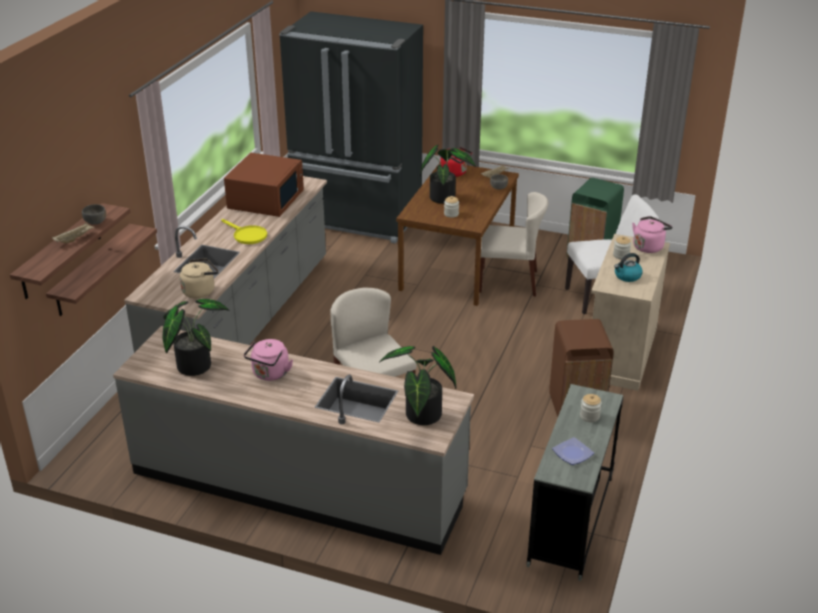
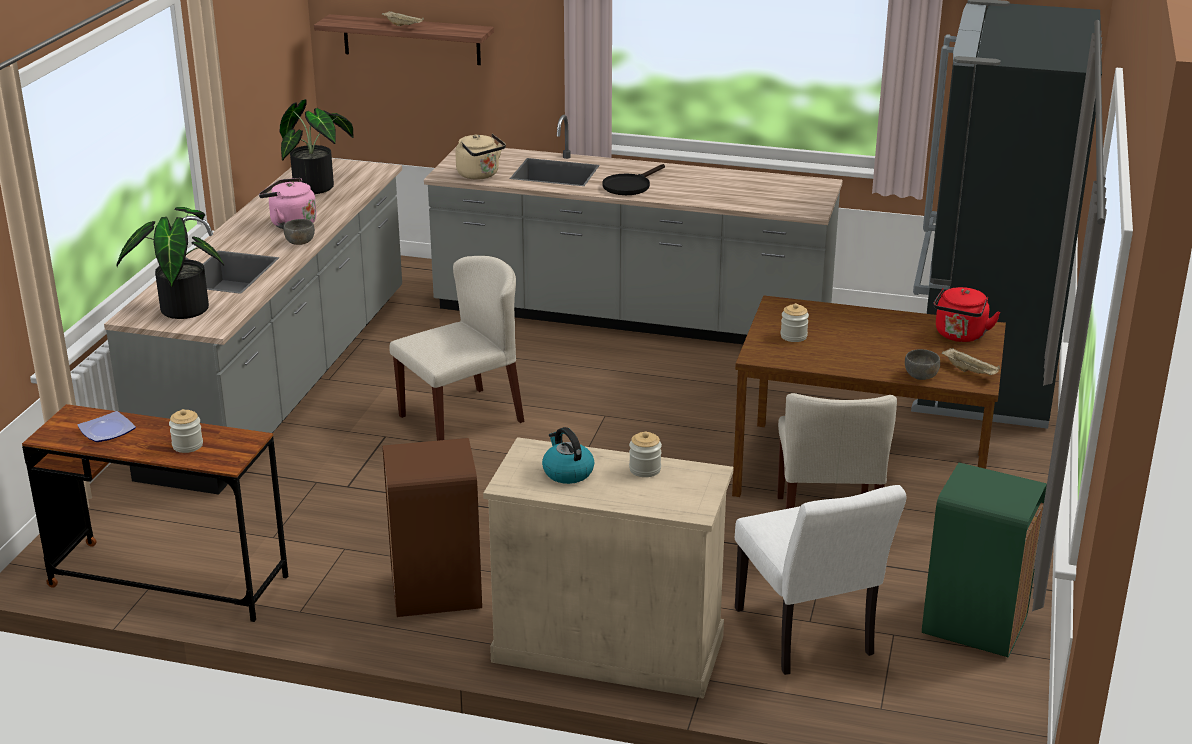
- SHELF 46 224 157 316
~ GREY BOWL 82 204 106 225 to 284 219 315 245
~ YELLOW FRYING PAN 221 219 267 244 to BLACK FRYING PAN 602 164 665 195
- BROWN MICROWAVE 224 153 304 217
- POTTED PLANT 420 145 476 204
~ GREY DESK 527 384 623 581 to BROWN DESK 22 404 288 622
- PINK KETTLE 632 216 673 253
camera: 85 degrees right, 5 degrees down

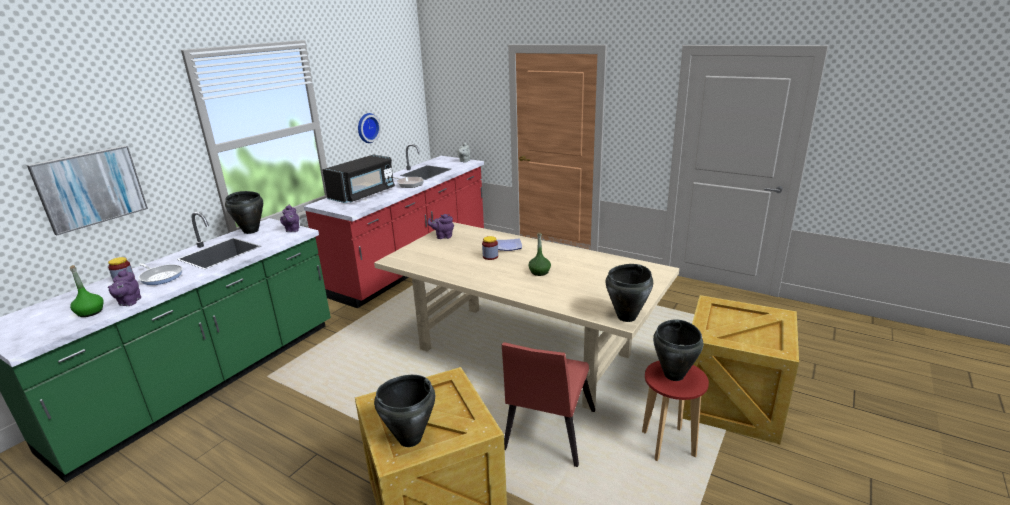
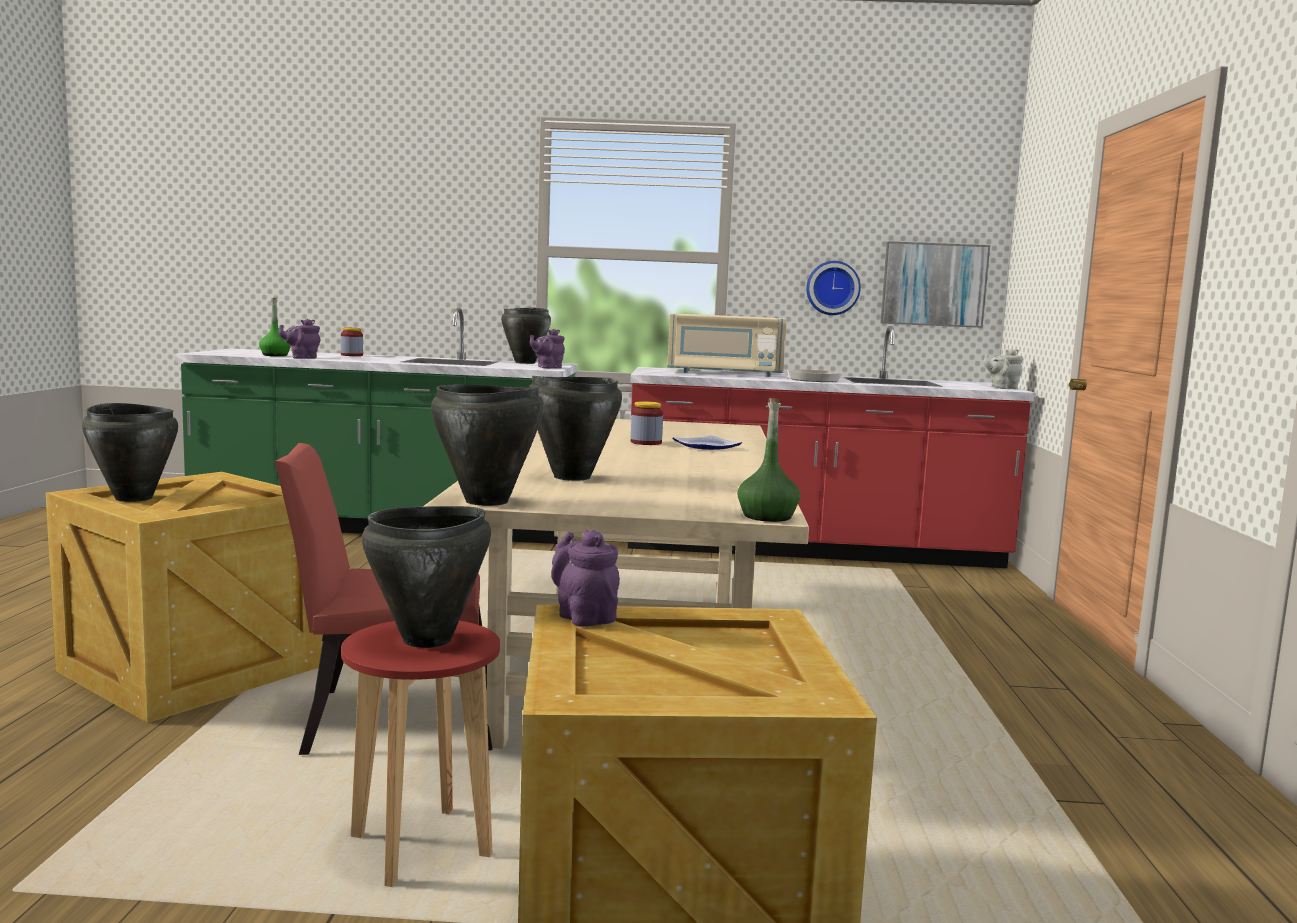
~ PICTURE 27 146 148 235 to 880 241 990 328
- FRYING PAN 139 263 182 285
~ BLACK MICROWAVE 322 155 395 203 to BEIGE MICROWAVE 668 314 787 377
~ PURPLE TEAPOT 428 214 454 239 to 551 530 620 627
~ GREEN BOTTLE 529 233 551 276 to 737 398 800 522
+ BLACK COOKING POT 529 376 622 481
camera: 60 degrees right, 15 degrees down

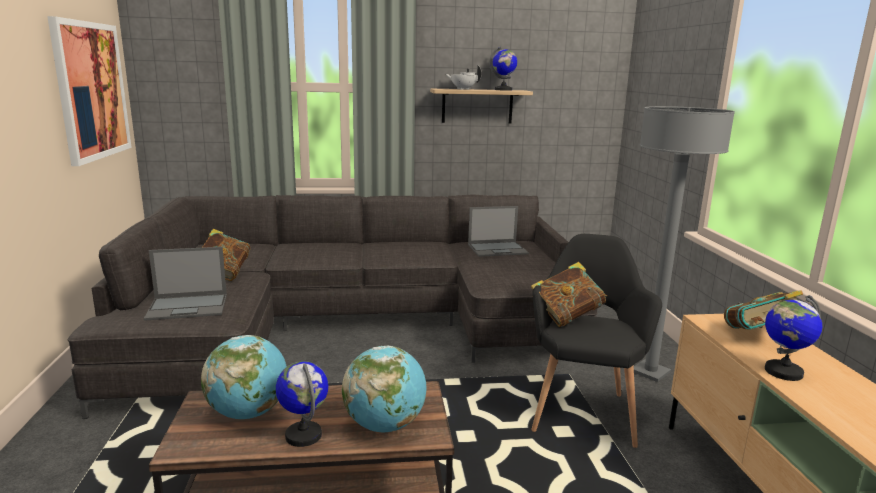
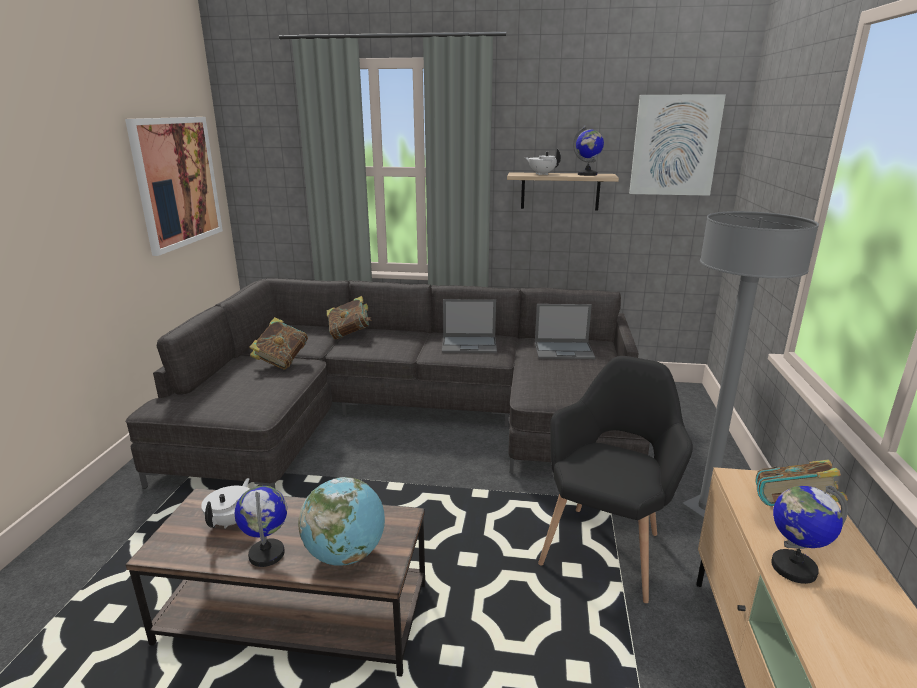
~ LAPTOP 144 247 227 321 to 442 299 497 353
~ GLOBE 201 335 287 419 to WHITE TEAPOT 201 478 249 529
~ BOOK 531 262 607 327 to 327 296 372 340
+ PICTURE 629 95 726 196
camera: 15 degrees right, 5 degrees up

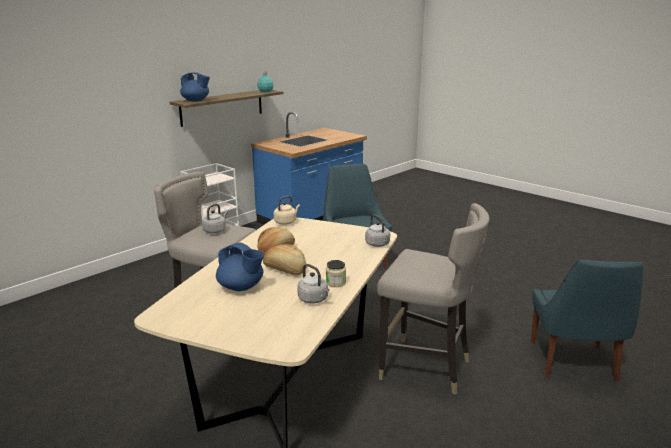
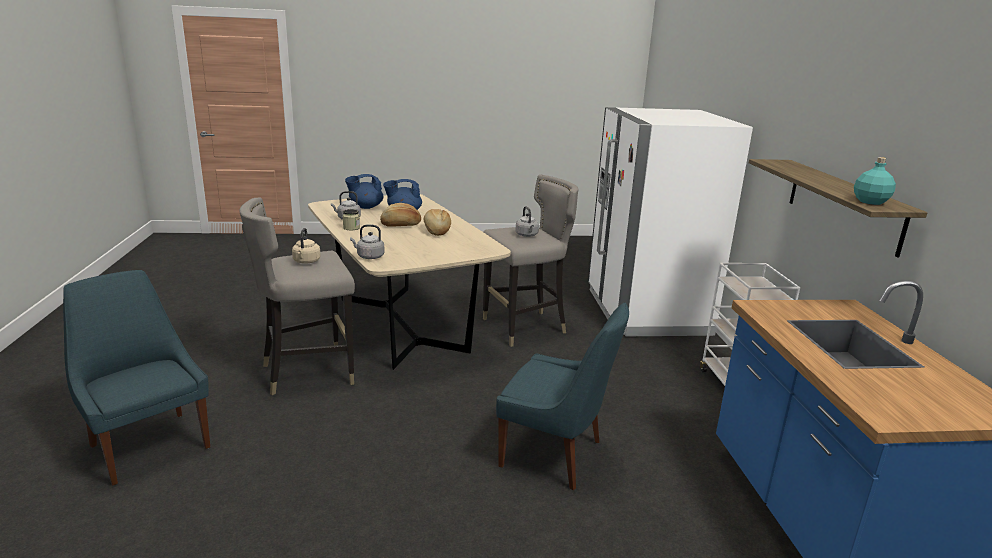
~ BLUE TEAPOT 180 72 210 102 to 345 174 383 209
~ BEIGE KETTLE 274 196 300 225 to 292 228 321 264
+ WHITE FRIDGE 588 107 753 336
camera: 130 degrees right, 0 degrees up

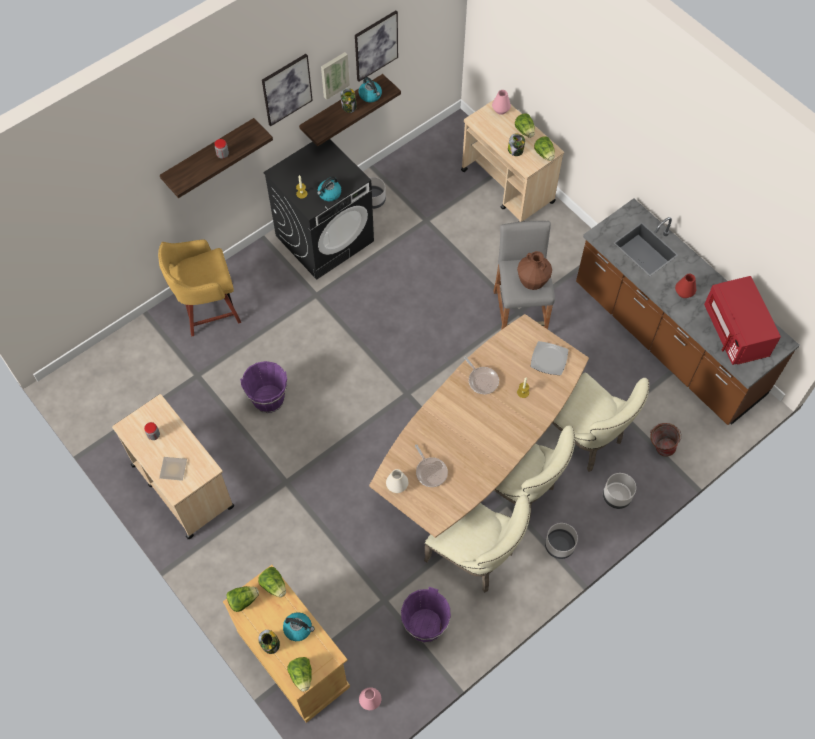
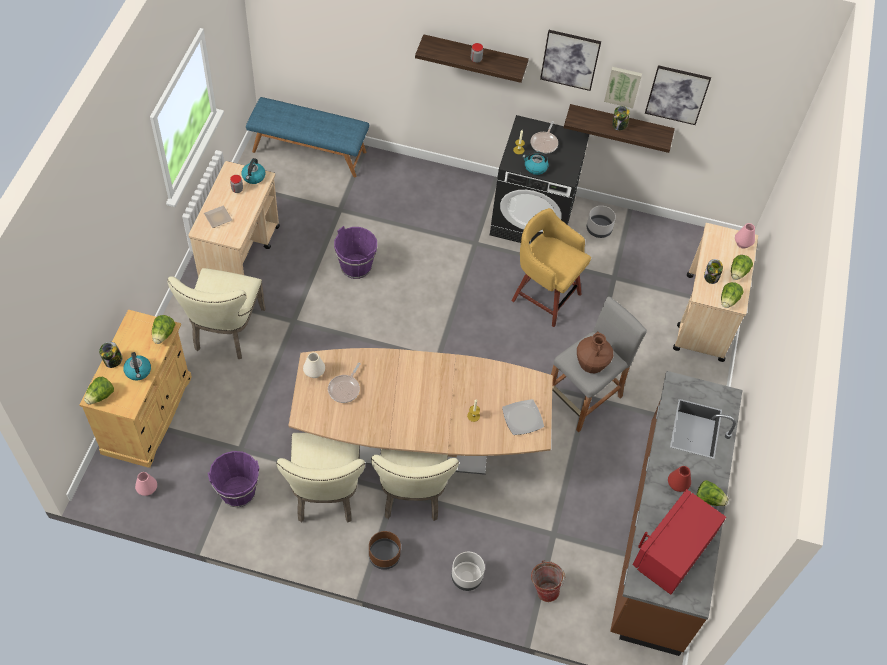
~ YELLOW STOOL 158 239 241 337 to 512 208 591 327
~ LETTUCE 227 586 259 612 to 696 480 729 506
~ KETTLE 359 77 382 102 to 242 158 265 184
~ FRYING PAN 464 357 499 394 to 530 121 558 154
~ GREY PLANTER 545 523 578 559 to BROWN PLANTER 369 531 401 570
~ BEIGE CHAIR 552 373 649 472 to 167 268 266 359
+ BLUE BENCH 246 97 369 177
camera: 50 degrees right, 5 degrees down

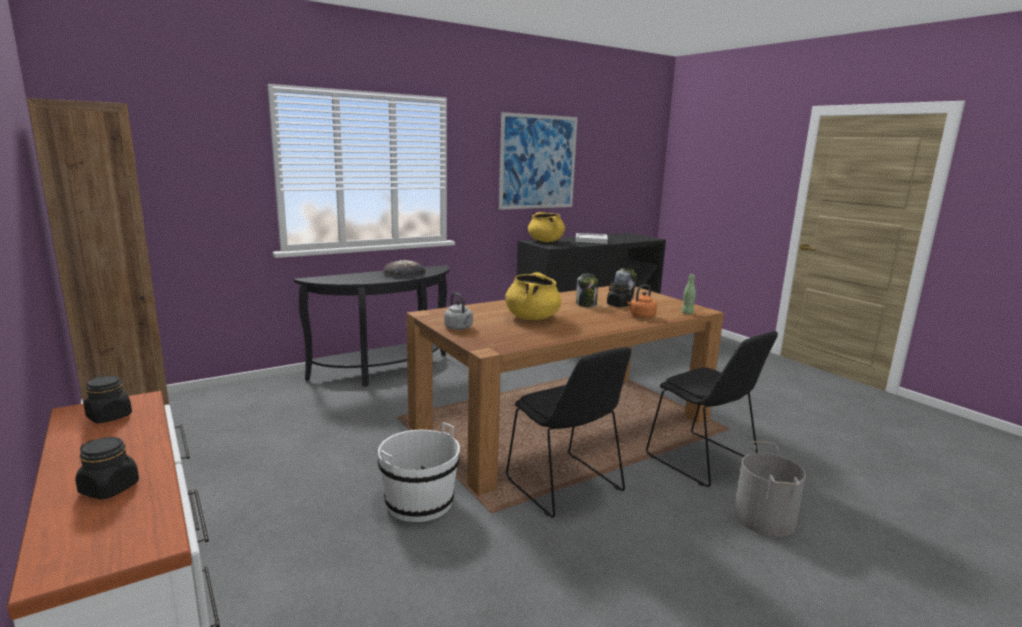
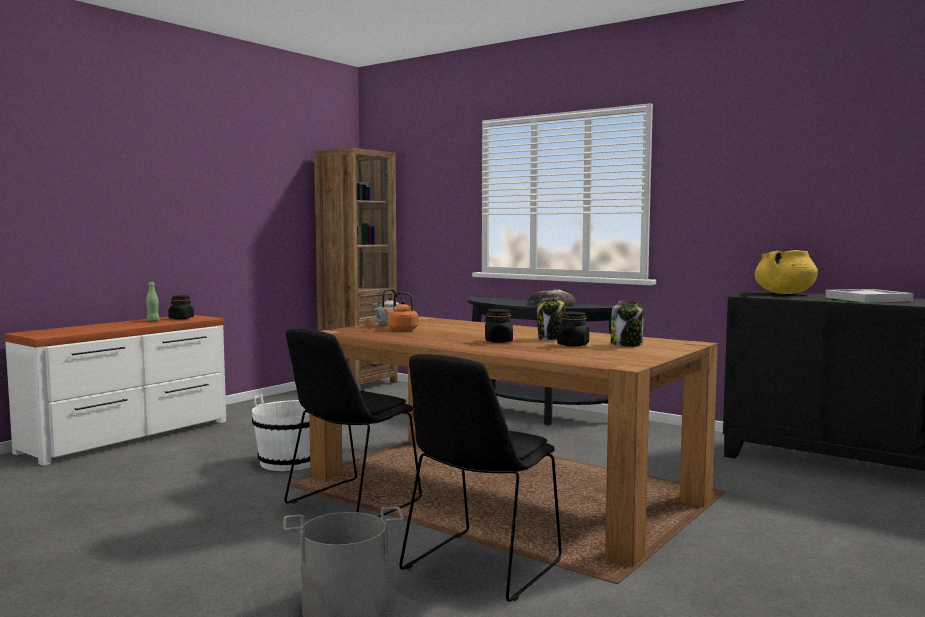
~ BLACK JAR 76 437 139 500 to 485 309 513 343
- PICTURE 499 112 578 210
- YELLOW COOKING POT 505 272 561 320
~ ORANGE KETTLE 627 284 657 318 to 384 292 418 331
~ GREEN BOTTLE 682 274 696 314 to 146 282 160 321
camera: 70 degrees right, 10 degrees down

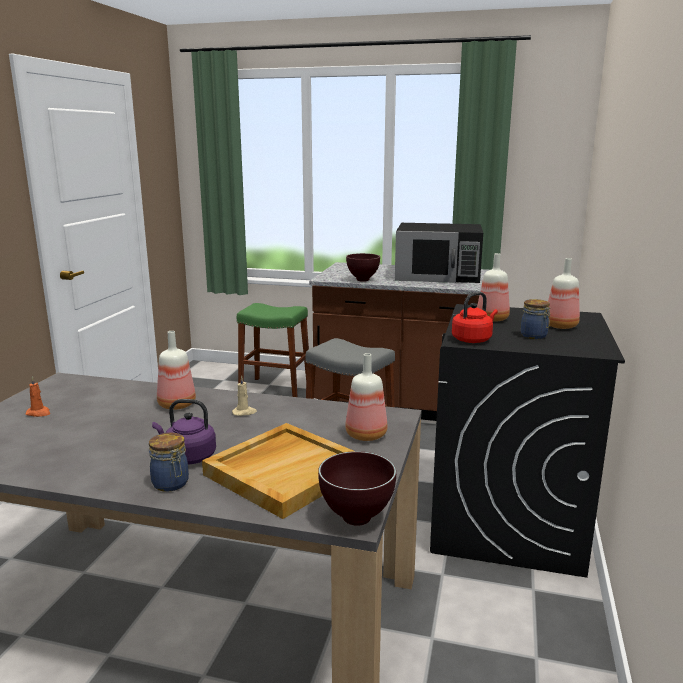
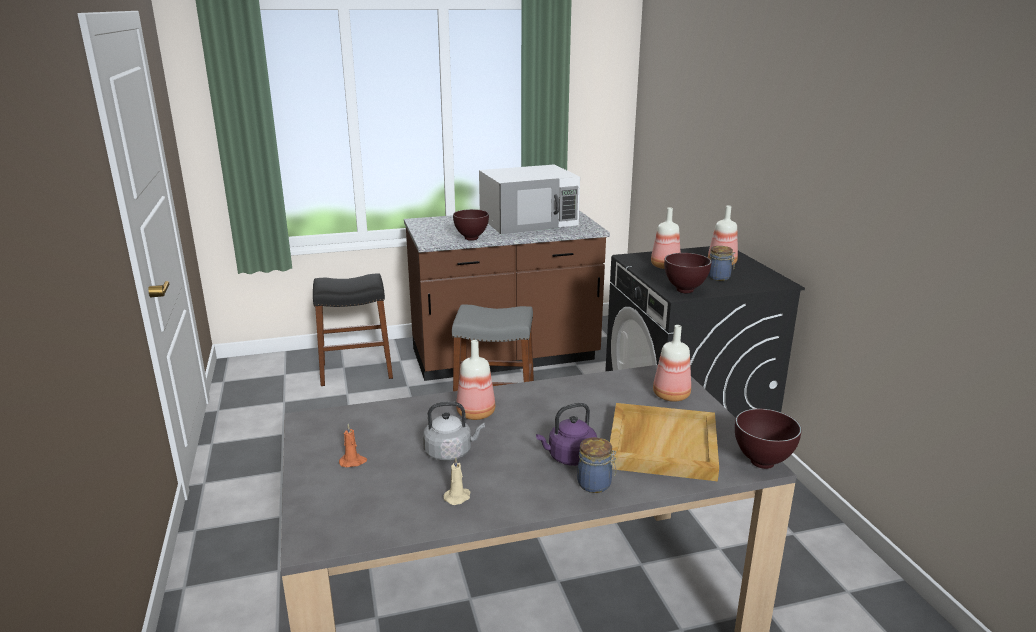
~ BEIGE CANDLE 232 376 257 416 to 443 457 470 505
~ GREEN STOOL 237 303 309 397 to BLACK STOOL 313 273 393 386
~ BLACK MICROWAVE 395 223 483 283 to WHITE MICROWAVE 479 164 580 234
~ RED KETTLE 452 292 498 343 to BROWN BOWL 664 253 711 293
+ GREY KETTLE 423 402 485 461
camera: 30 degrees left, 5 degrees up

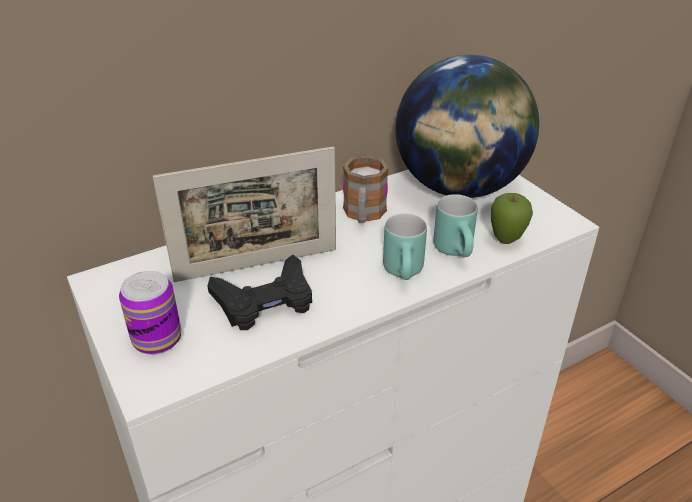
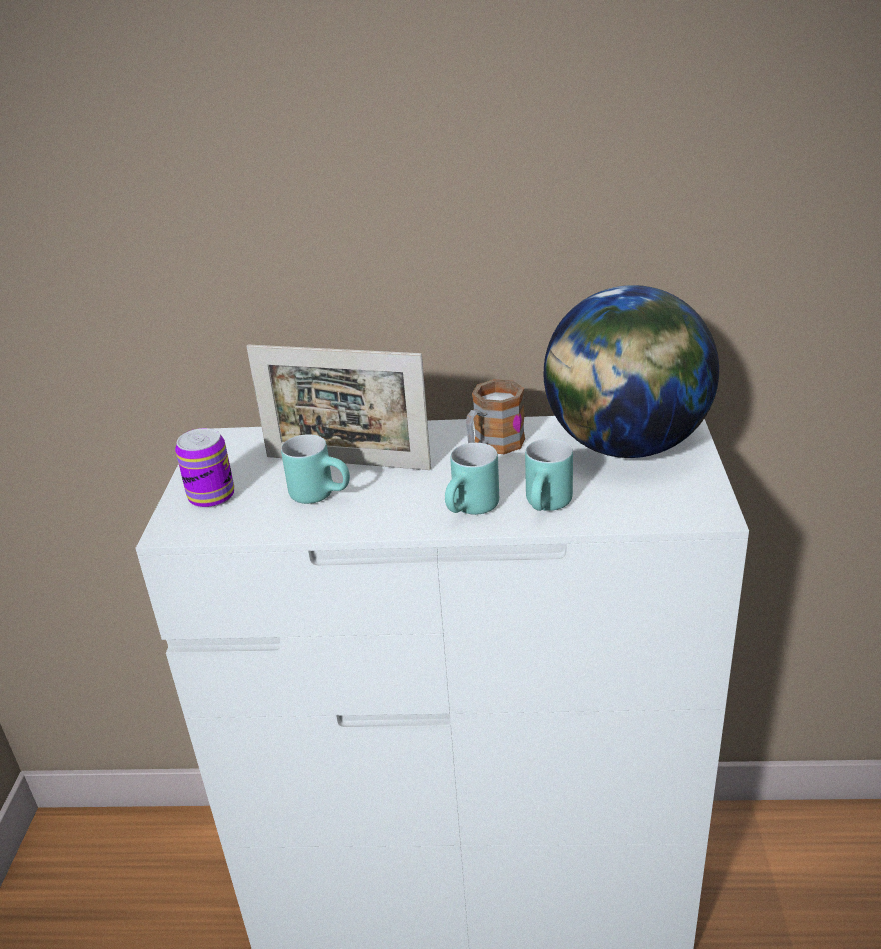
~ BLACK GAME CONTROLLER 208 254 312 330 to TURQUOISE MUG 281 434 350 504
- APPLE 491 193 533 244
camera: 35 degrees right, 5 degrees down

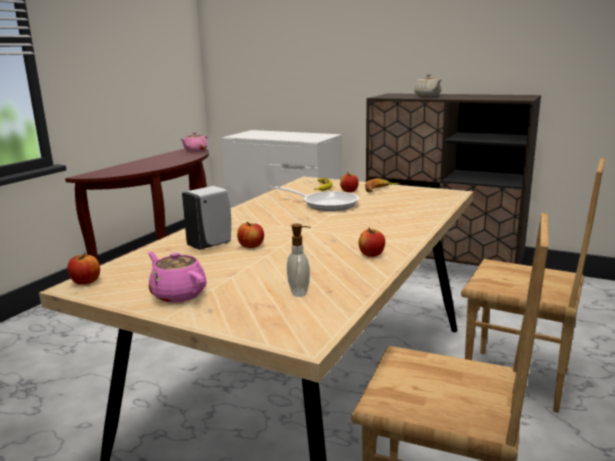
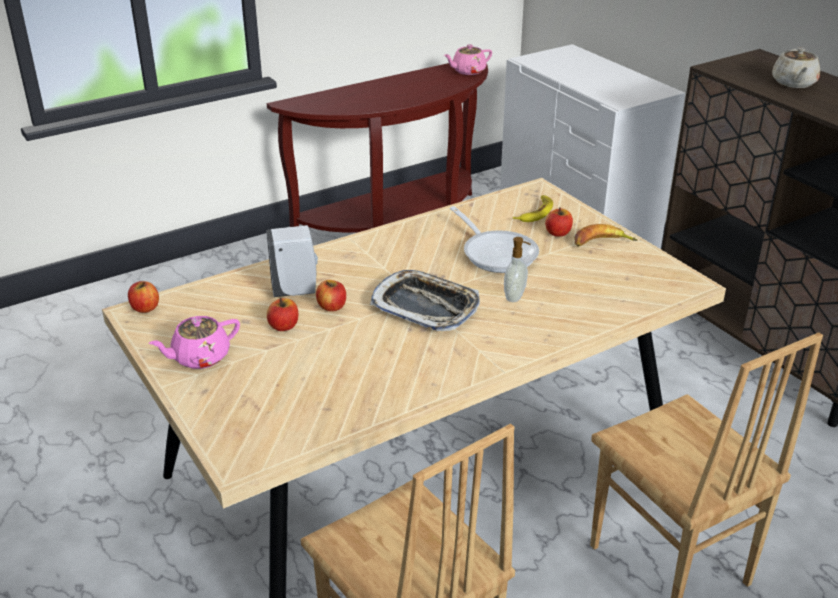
~ PINK TEAPOT 148 251 207 303 = 148 316 240 369 105 degrees counterclockwise
~ SOAP DISPENSER 287 224 311 297 to 504 237 531 302
~ APPLE 359 228 385 257 to 267 298 298 331
+ TRAY 370 270 480 331
camera: 30 degrees right, 15 degrees up

